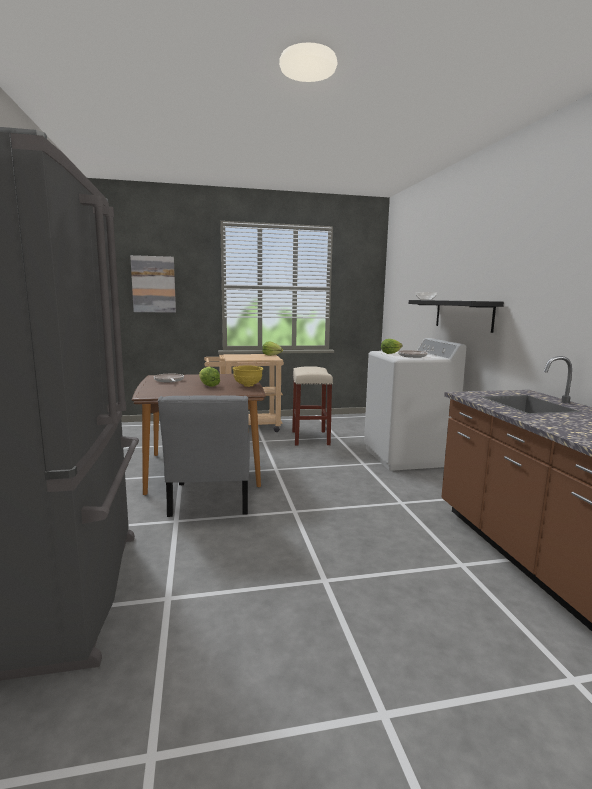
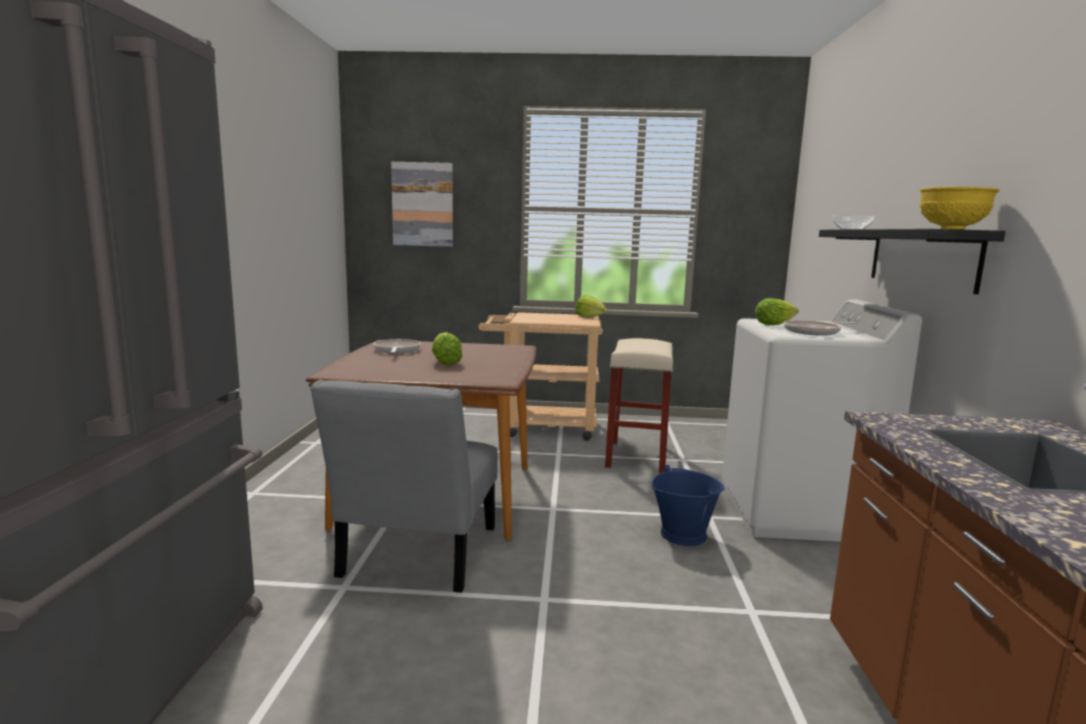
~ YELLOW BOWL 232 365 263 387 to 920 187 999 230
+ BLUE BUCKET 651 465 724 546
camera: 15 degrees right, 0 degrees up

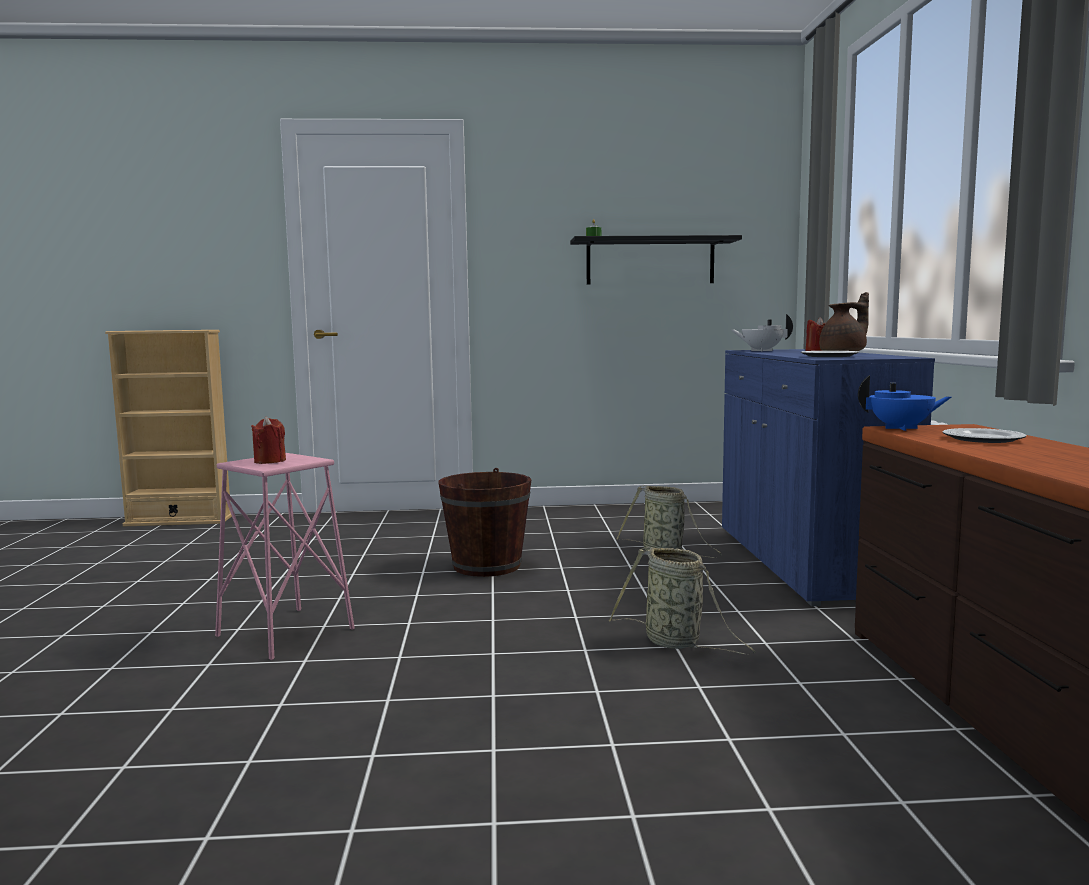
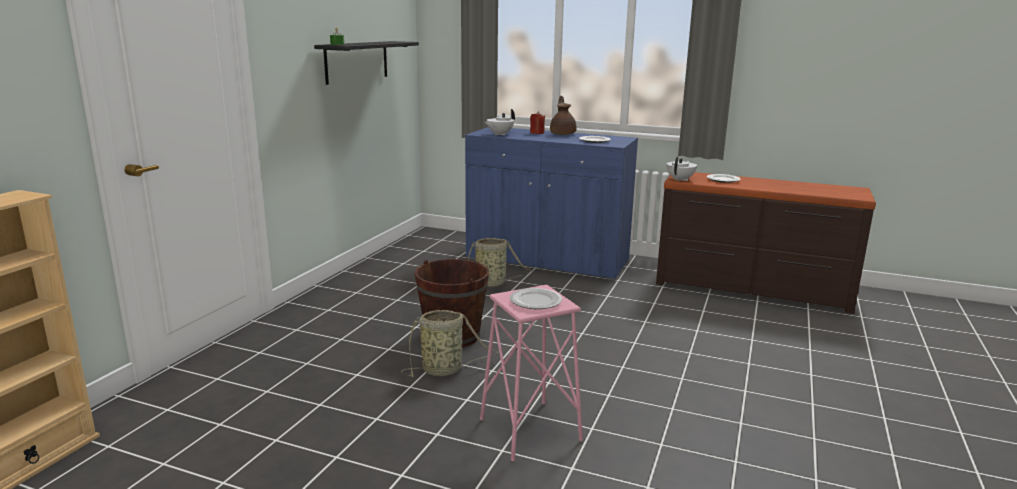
~ RED CANDLE 251 416 286 464 to PLATE 509 288 562 309
~ BASKET 609 547 755 654 to 401 310 499 377
~ BLUE TEAPOT 858 375 951 431 to WHITE TEAPOT 667 156 697 181
camera: 65 degrees left, 10 degrees up

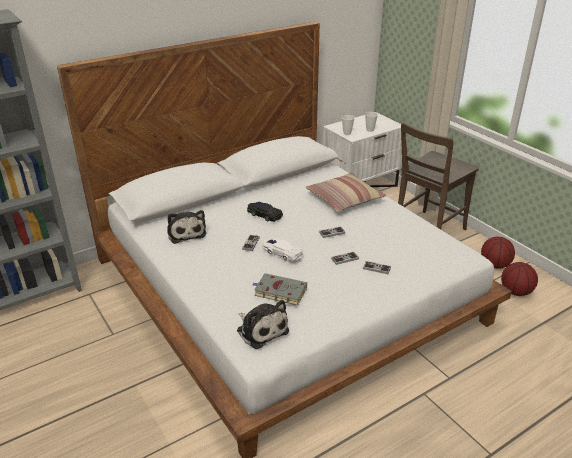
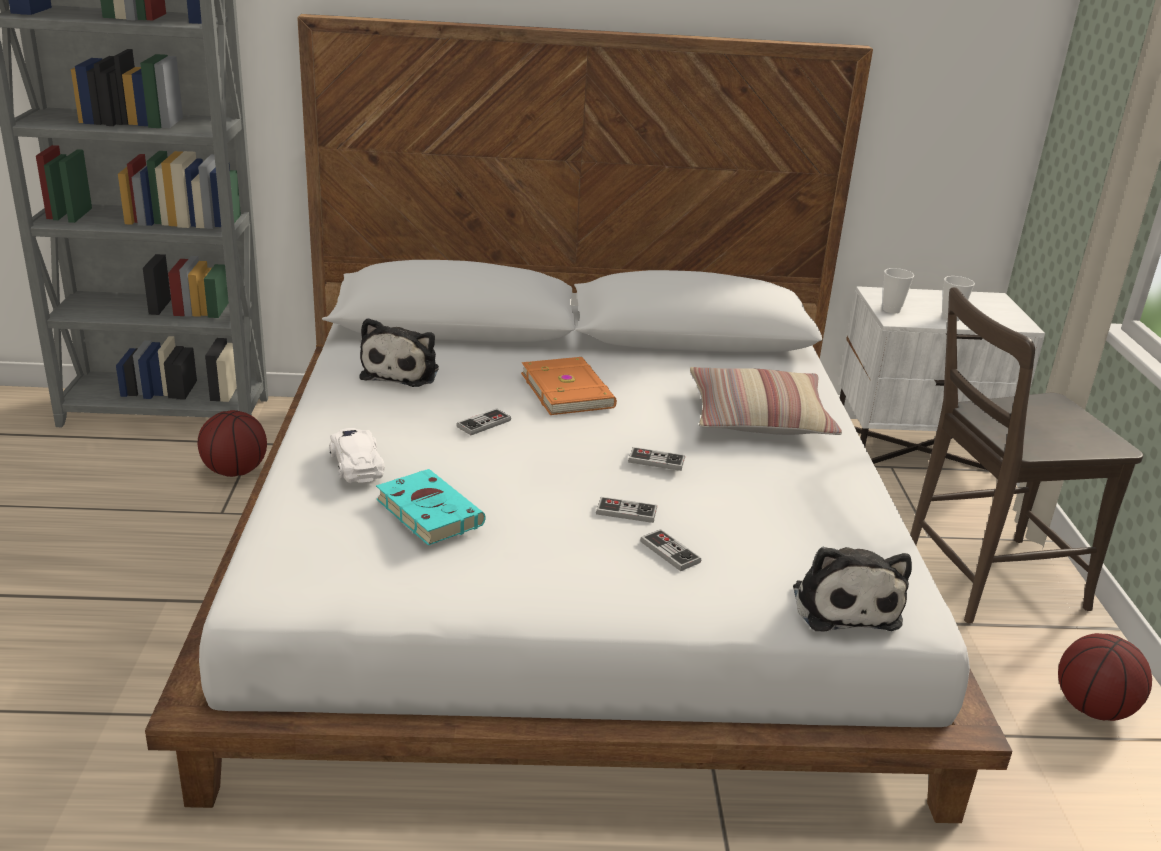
~ PLUSH TOY 237 300 289 349 to 793 547 912 631
~ BLACK TOY CAR 247 202 283 222 to ORANGE BOOK 521 357 617 415
~ GREY BOOK 252 273 307 305 to TURQUOISE BOOK 376 469 486 545
~ WHITE TOY CAR 262 238 303 261 to 329 428 385 483
~ BASKETBALL 501 262 538 296 to 198 410 267 477
camera: 30 degrees right, 5 degrees down

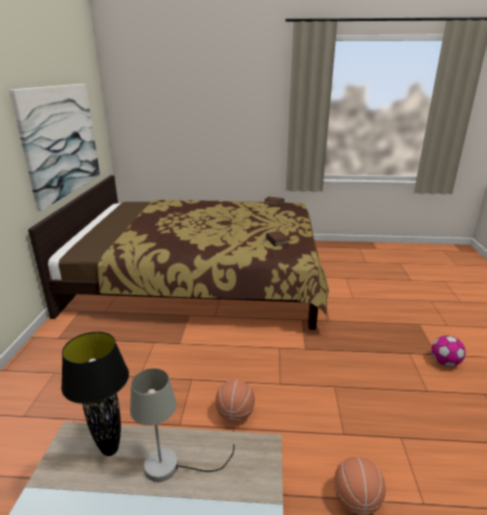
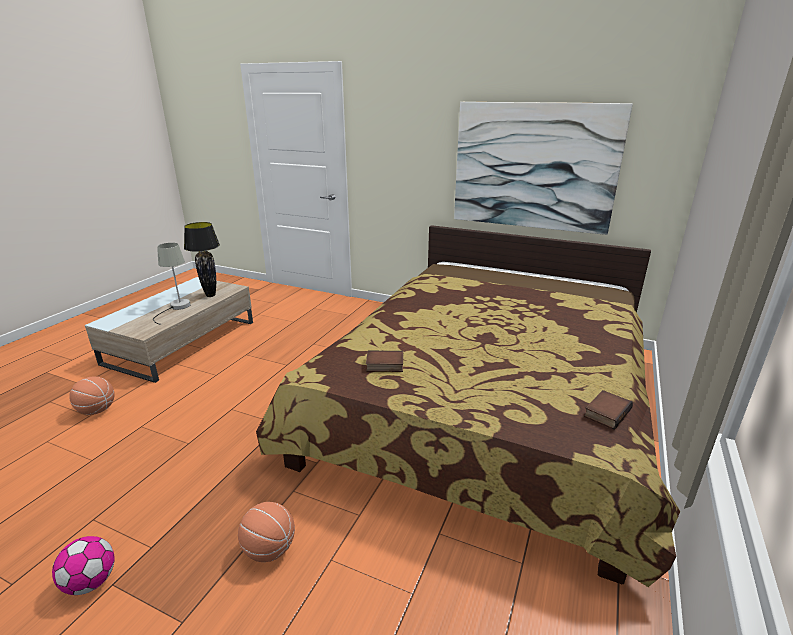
~ BASKETBALL 215 379 255 422 to 238 502 295 562
camera: 110 degrees right, 0 degrees up

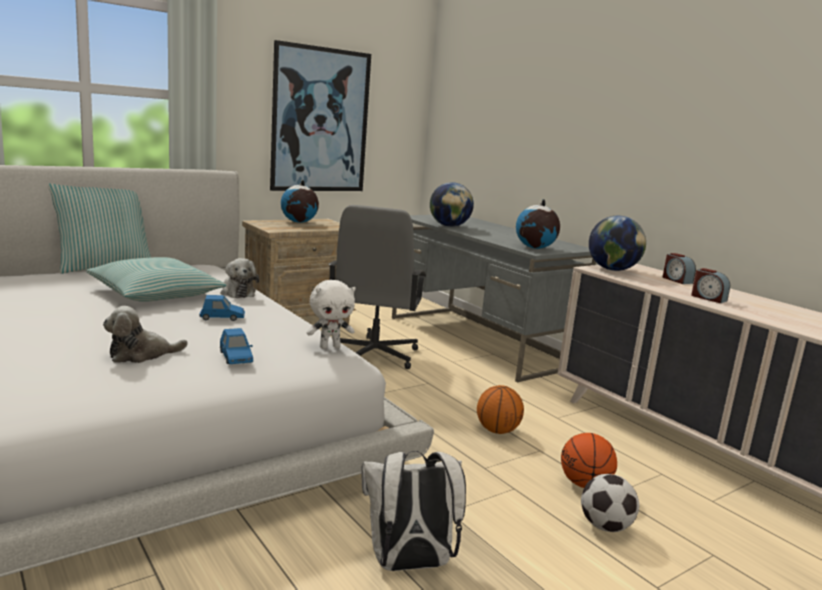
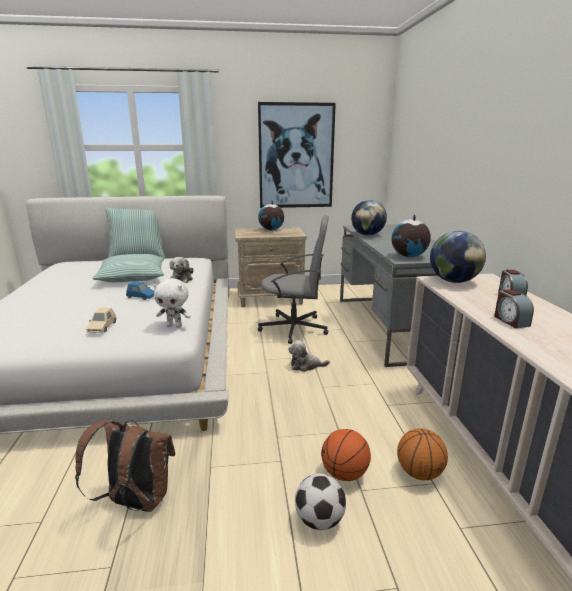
~ PLUSH TOY 103 306 188 363 to 288 340 330 372
~ BLUE TOY CAR 220 328 253 364 to BEIGE TOY CAR 86 307 116 333
~ GREY OFFICE CHAIR 329 205 426 369 = 258 215 329 344 120 degrees counterclockwise
~ WHITE BACKPACK 362 451 466 571 to BROWN BACKPACK 75 419 175 512
~ BASKETBALL 477 385 524 434 to 397 428 448 480
camera: 30 degrees right, 5 degrees up

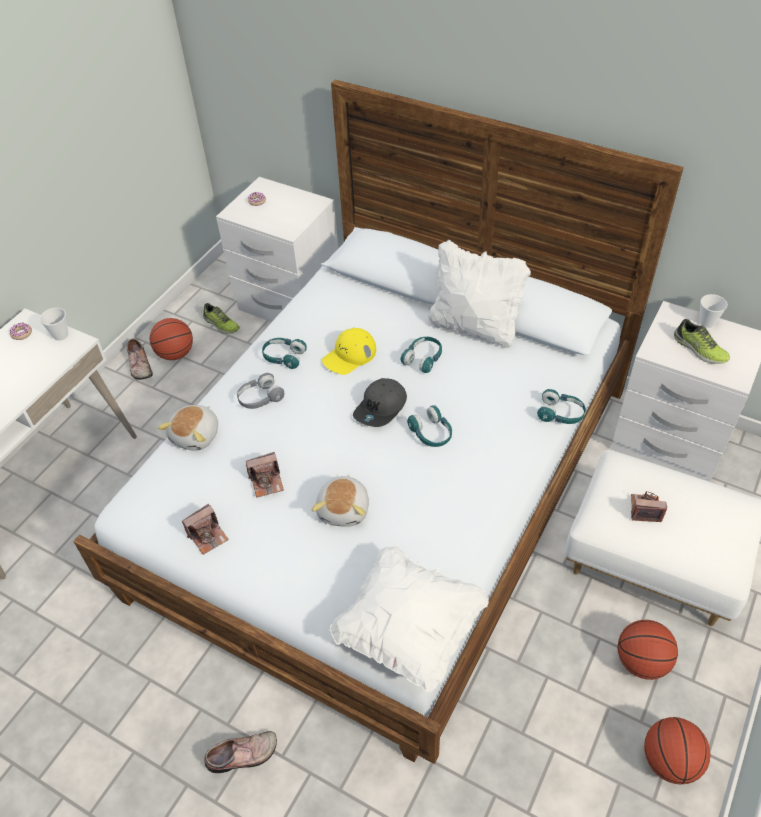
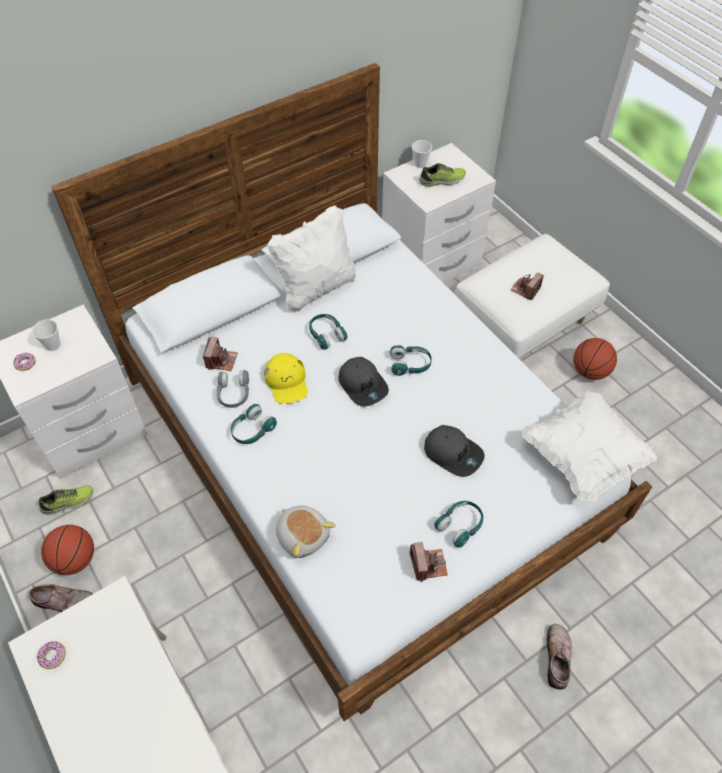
~ CUP 40 308 68 341 to 32 319 60 351
~ GREY HEADPHONES 237 373 284 409 to 217 370 249 408
~ PHOTO CAMERA 246 452 284 498 to 203 337 238 371
~ PLUSH TOY 312 475 369 527 to GREY CAP 424 425 485 477
~ TURQUOISE HEADPHONES 537 389 585 424 to 434 501 483 548
- BASKETBALL 644 717 710 784
camera: 65 degrees left, 5 degrees up

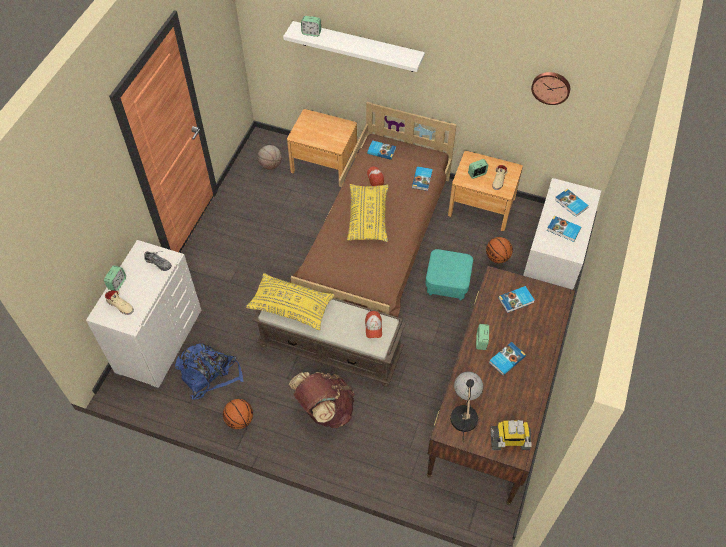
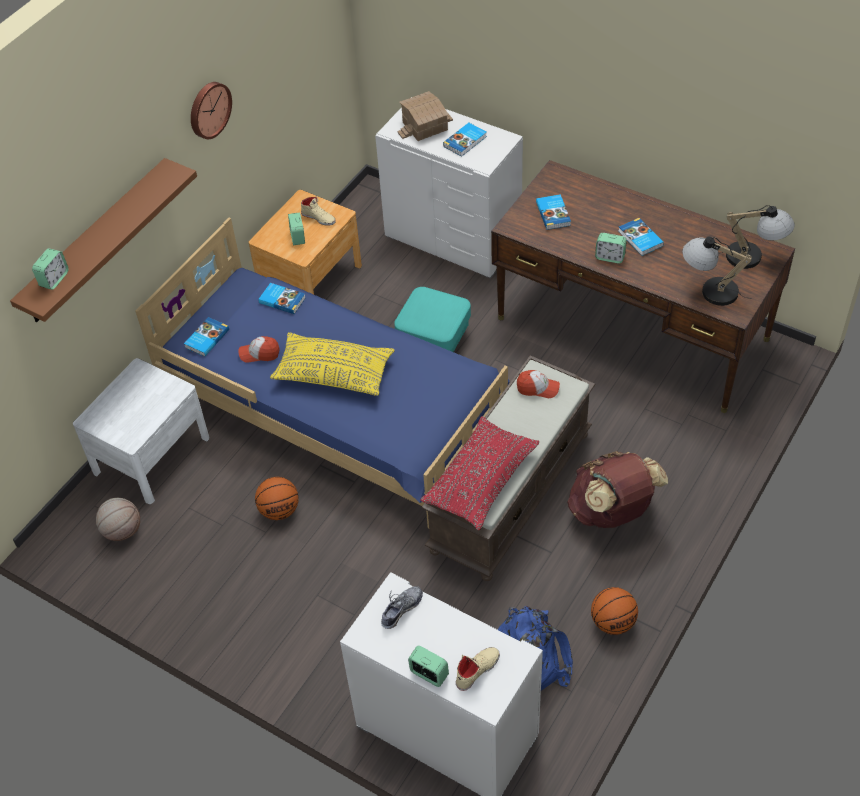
~ YELLOW PILLOW 246 273 335 330 to RED PILLOW 421 416 539 530
~ WHITE SHELF 283 21 425 72 to BROWN SHELF 10 158 197 322
~ BROWN NIGHTSTAND 287 109 357 185 to WHITE NIGHTSTAND 73 358 209 504
~ BROWN BED 289 102 457 317 to BLUE BED 135 217 510 528
~ BASKETBALL 486 237 513 263 to 255 477 299 520
~ TOY ROBOT 490 420 532 450 to TABLE LAMP 722 205 795 269
~ WALL CLOCK 531 72 570 105 to 191 82 232 139
~ BOOK 555 189 589 217 to TOY HOUSE 397 91 453 141
camera: 75 degrees left, 5 degrees down

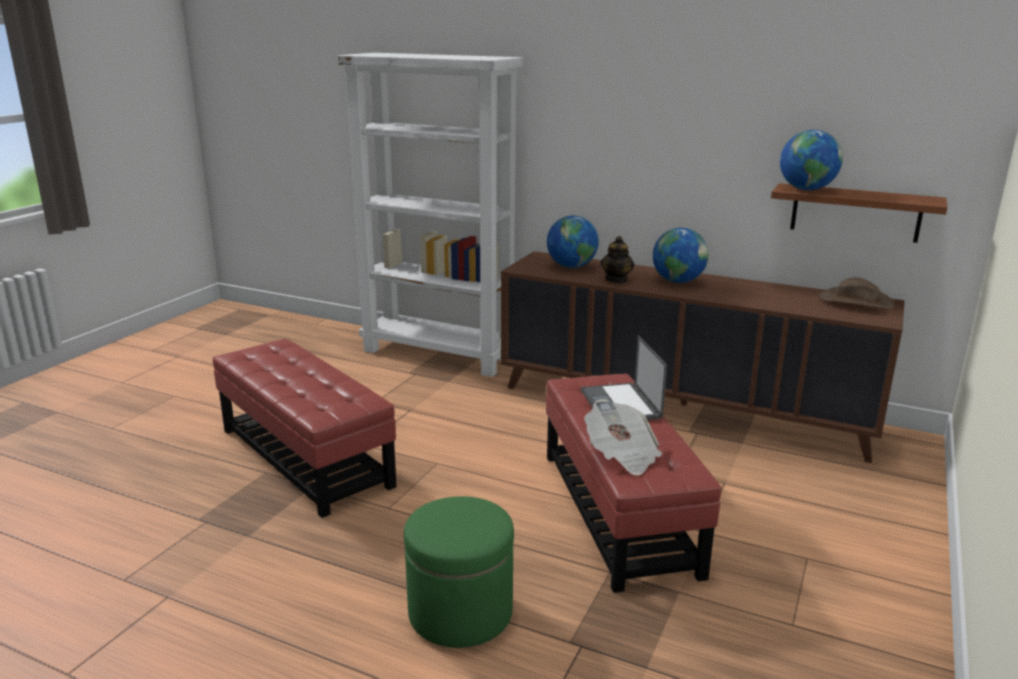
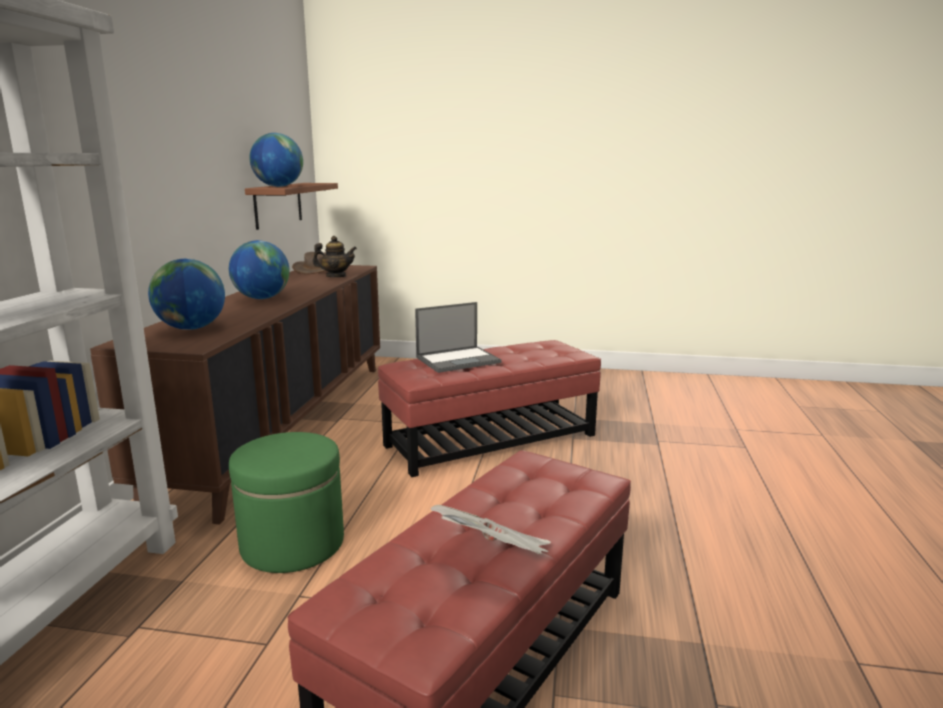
~ GREEN OTTOMAN 404 496 514 648 to 229 432 344 573
~ NEWSPAPER 584 399 662 476 to 430 505 551 554
~ TEAPOT 600 236 635 283 to 312 236 357 277
camera: 105 degrees left, 5 degrees down

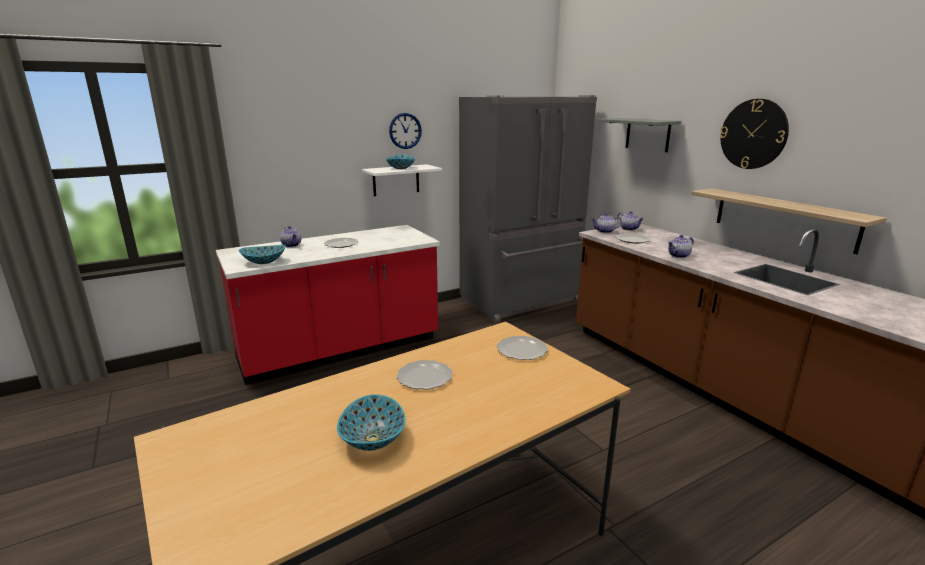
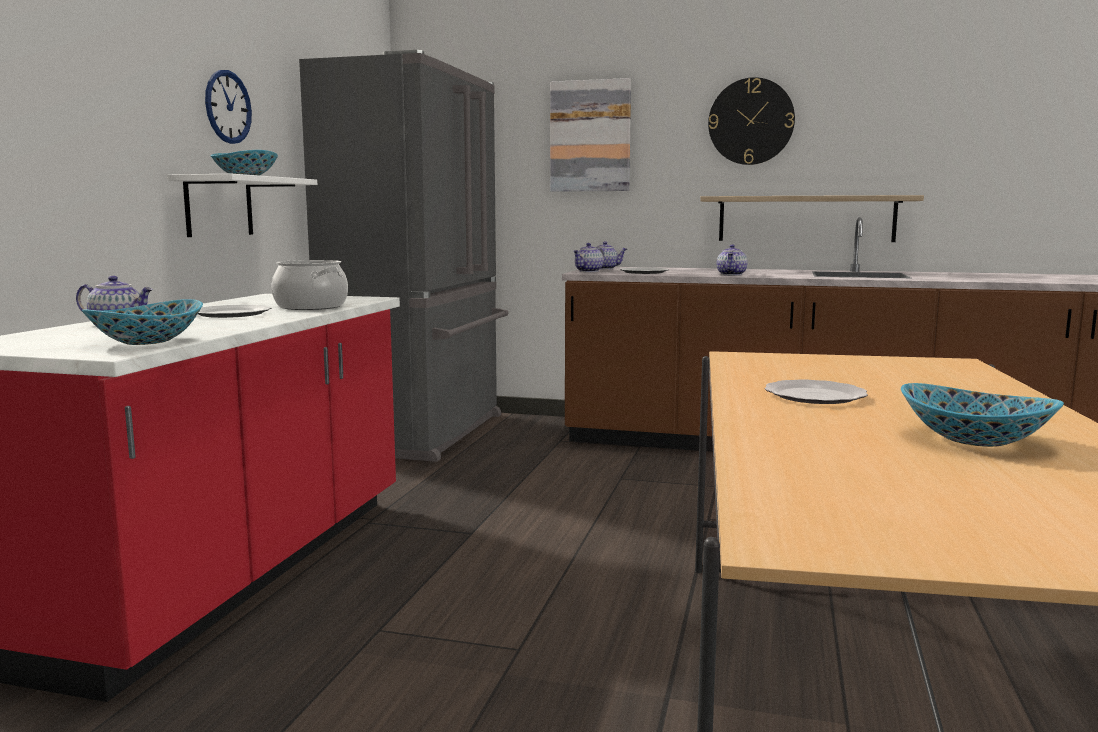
- PLATE 497 336 548 360
~ GREY SHELF 596 118 682 152 to PICTURE 550 78 631 192
+ COOKING POT 271 260 348 310
camera: 45 degrees left, 10 degrees down

